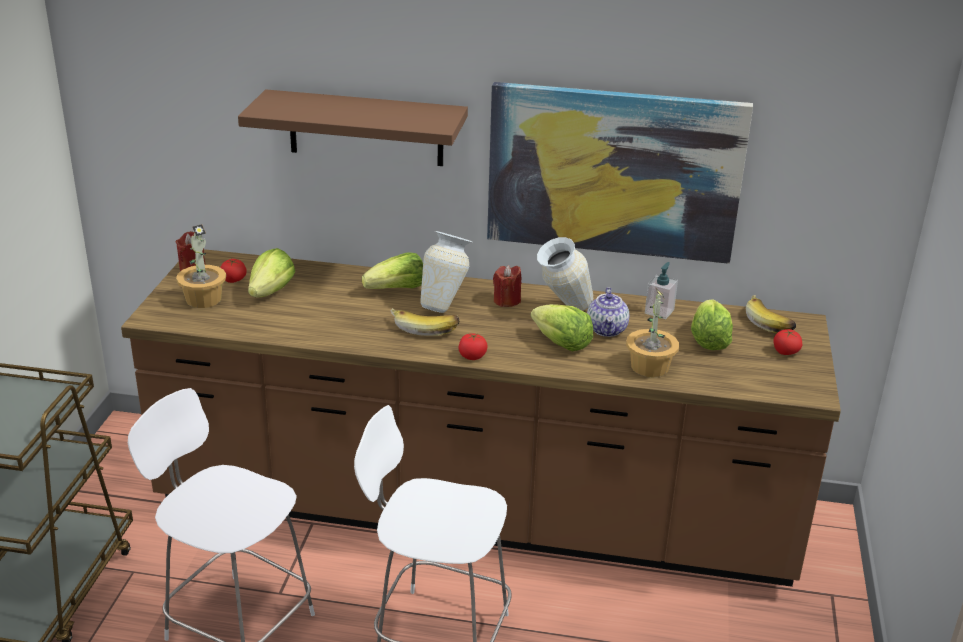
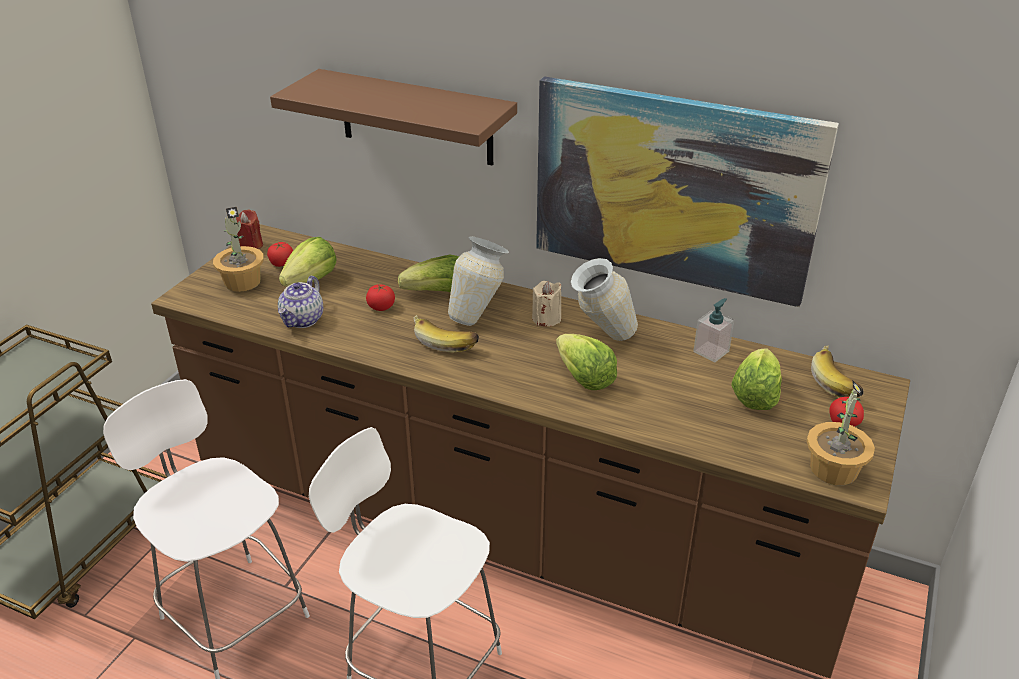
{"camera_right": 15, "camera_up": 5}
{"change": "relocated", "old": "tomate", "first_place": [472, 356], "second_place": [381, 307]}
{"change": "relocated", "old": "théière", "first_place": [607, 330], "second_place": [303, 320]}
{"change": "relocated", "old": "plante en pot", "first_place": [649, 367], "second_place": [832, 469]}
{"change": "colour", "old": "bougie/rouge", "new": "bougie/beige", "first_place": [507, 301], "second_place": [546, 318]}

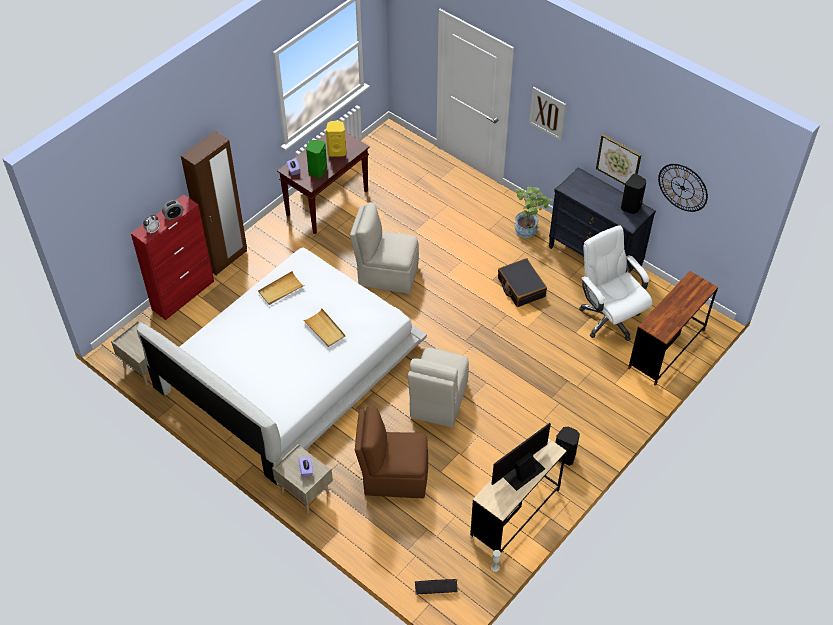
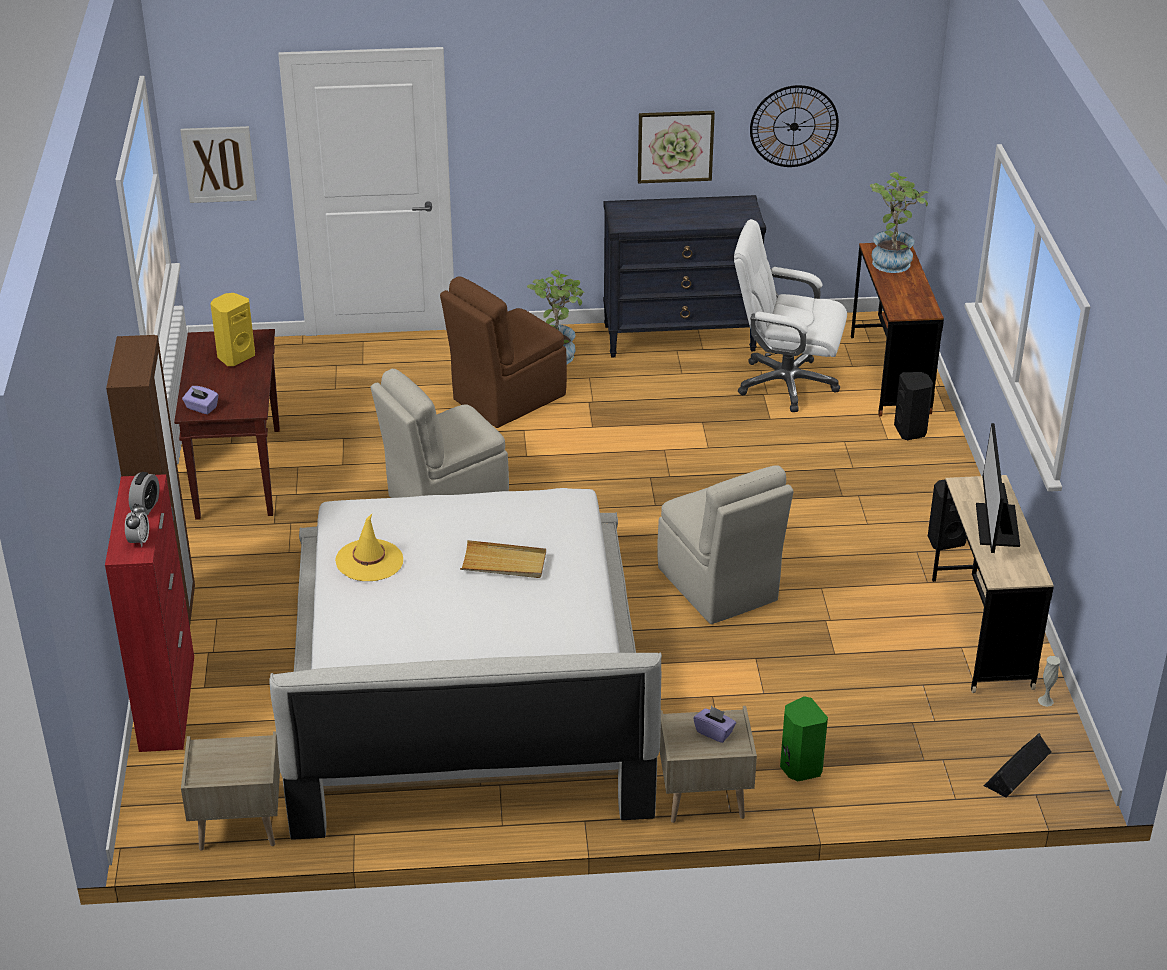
{"camera_right": -45, "camera_up": -15}
{"change": "missing", "old": "valise/noir", "first_place": [521, 287]}
{"change": "appeared", "new": "plante en pot", "second_place": [892, 260]}
{"change": "relocated", "old": "enceinte/vert", "first_place": [317, 171], "second_place": [799, 768]}
{"change": "relocated", "old": "chaise/marron", "first_place": [393, 476], "second_place": [506, 398]}
{"change": "relocated", "old": "tableau", "first_place": [547, 113], "second_place": [219, 164]}
{"change": "relocated", "old": "enceinte/noir", "first_place": [631, 207], "second_place": [911, 431]}
{"change": "exchanged", "old": "plateau/beige", "new": "chapeau/jaune", "first_place": [281, 289], "second_place": [369, 561]}

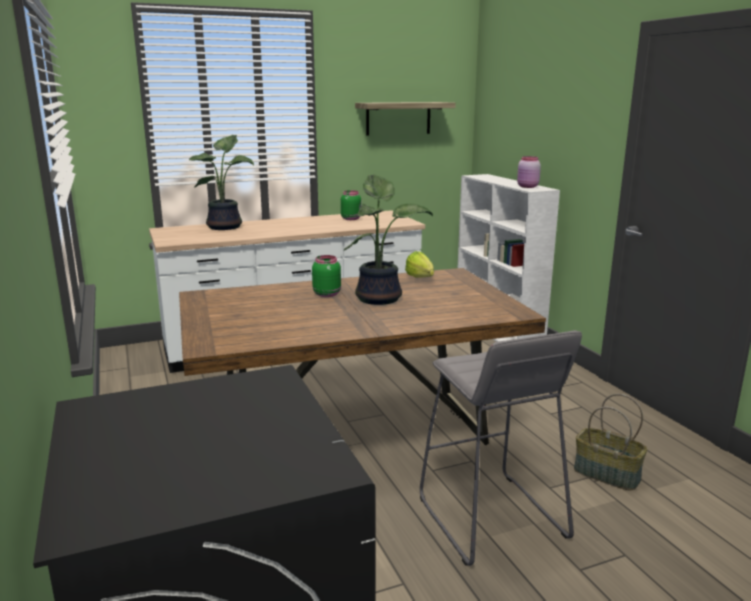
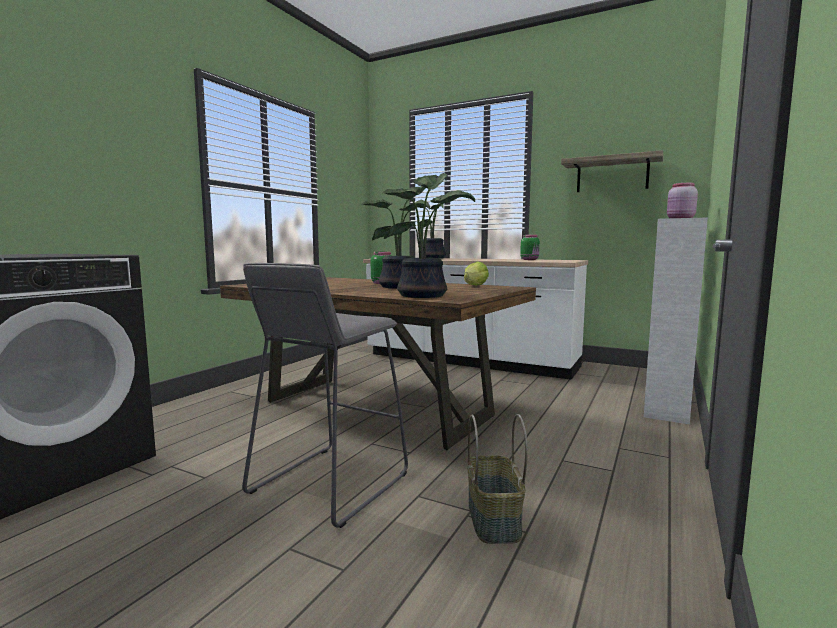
{"camera_right": 50, "camera_up": -10}
{"change": "appeared", "new": "plante en pot", "second_place": [425, 295]}

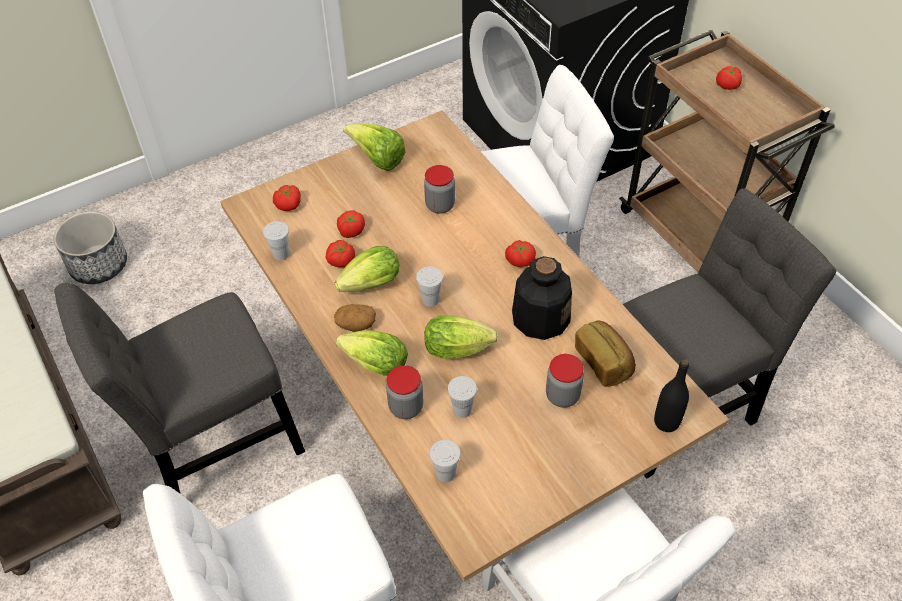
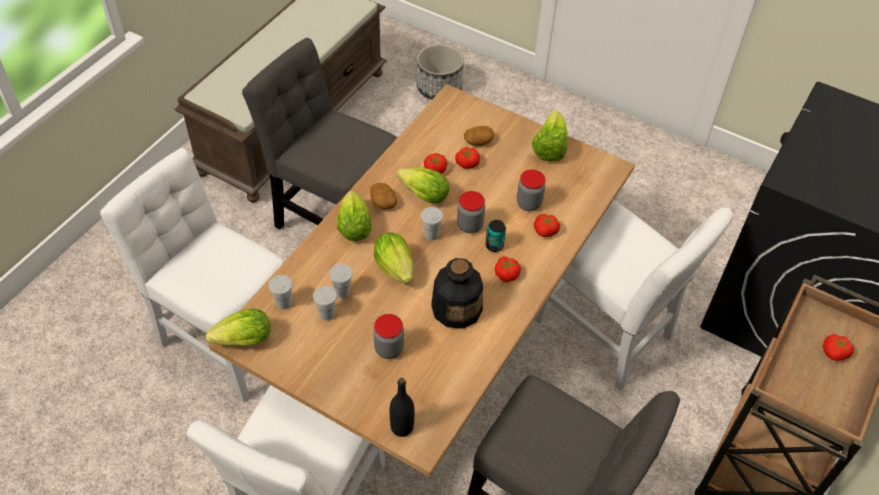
{"camera_right": 60, "camera_up": 0}
{"change": "missing", "old": "pain", "first_place": [604, 362]}
{"change": "appeared", "new": "laitue", "second_place": [240, 341]}
{"change": "appeared", "new": "pomme de terre", "second_place": [478, 142]}
{"change": "appeared", "new": "boîte métallique", "second_place": [494, 245]}
{"change": "relocated", "old": "tasse/blanc", "first_place": [281, 254], "second_place": [327, 314]}
{"change": "relocated", "old": "tomate", "first_place": [289, 205], "second_place": [545, 231]}
{"change": "relocated", "old": "bocal", "first_place": [406, 407], "second_place": [470, 225]}

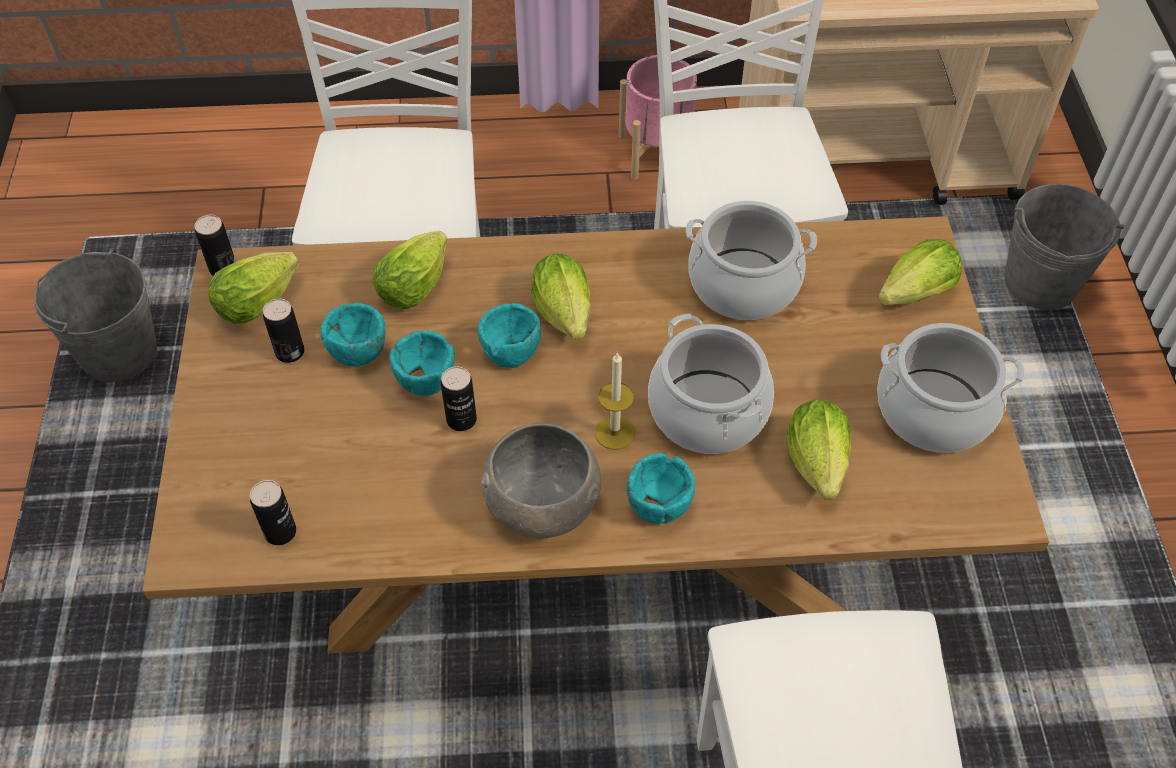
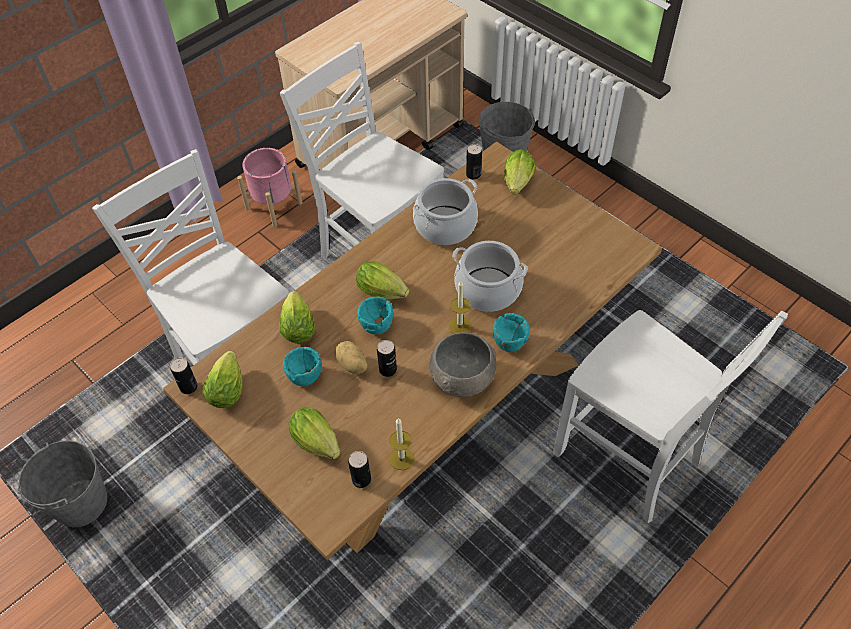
{"camera_right": -40, "camera_up": 0}
{"change": "missing", "old": "marmite", "first_place": [934, 410]}
{"change": "appeared", "new": "bougie", "second_place": [402, 458]}
{"change": "relocated", "old": "boîte métallique", "first_place": [290, 352], "second_place": [473, 174]}
{"change": "relocated", "old": "laitue", "first_place": [817, 468], "second_place": [318, 444]}
{"change": "exchanged", "old": "bol/turquoise", "new": "pomme de terre", "first_place": [425, 380], "second_place": [351, 365]}

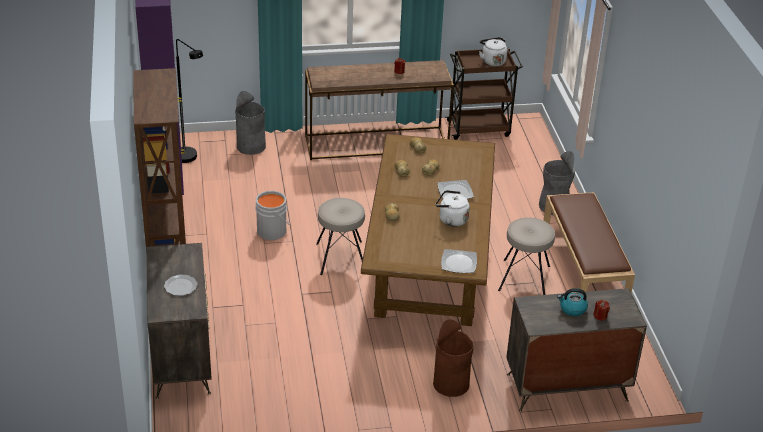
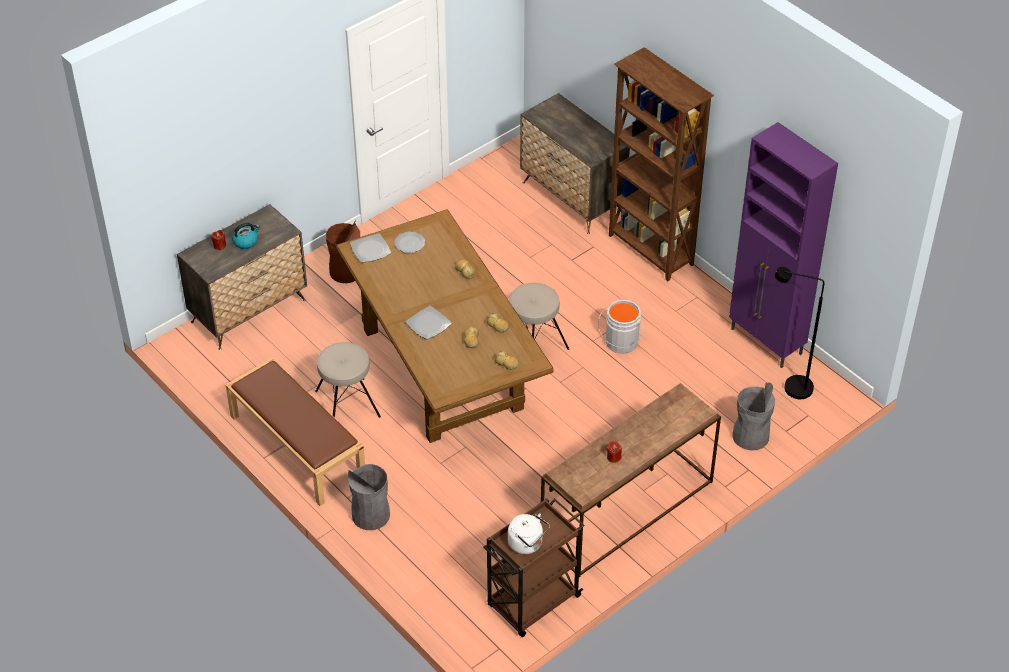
{"camera_right": 150, "camera_up": 10}
{"change": "missing", "old": "bouilloire/blanc", "first_place": [451, 220]}
{"change": "relocated", "old": "assiette", "first_place": [180, 286], "second_place": [410, 243]}

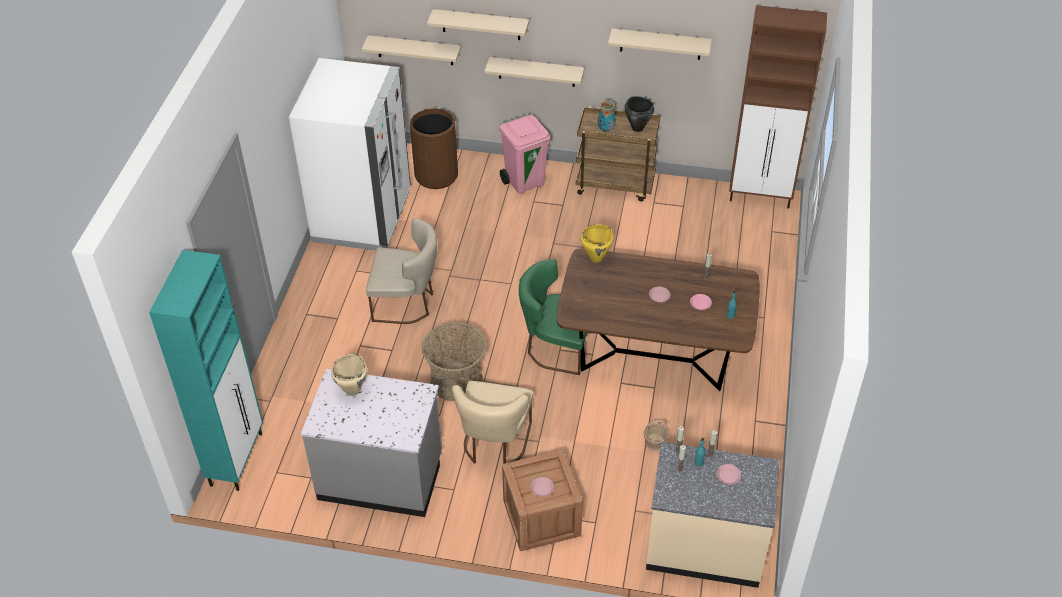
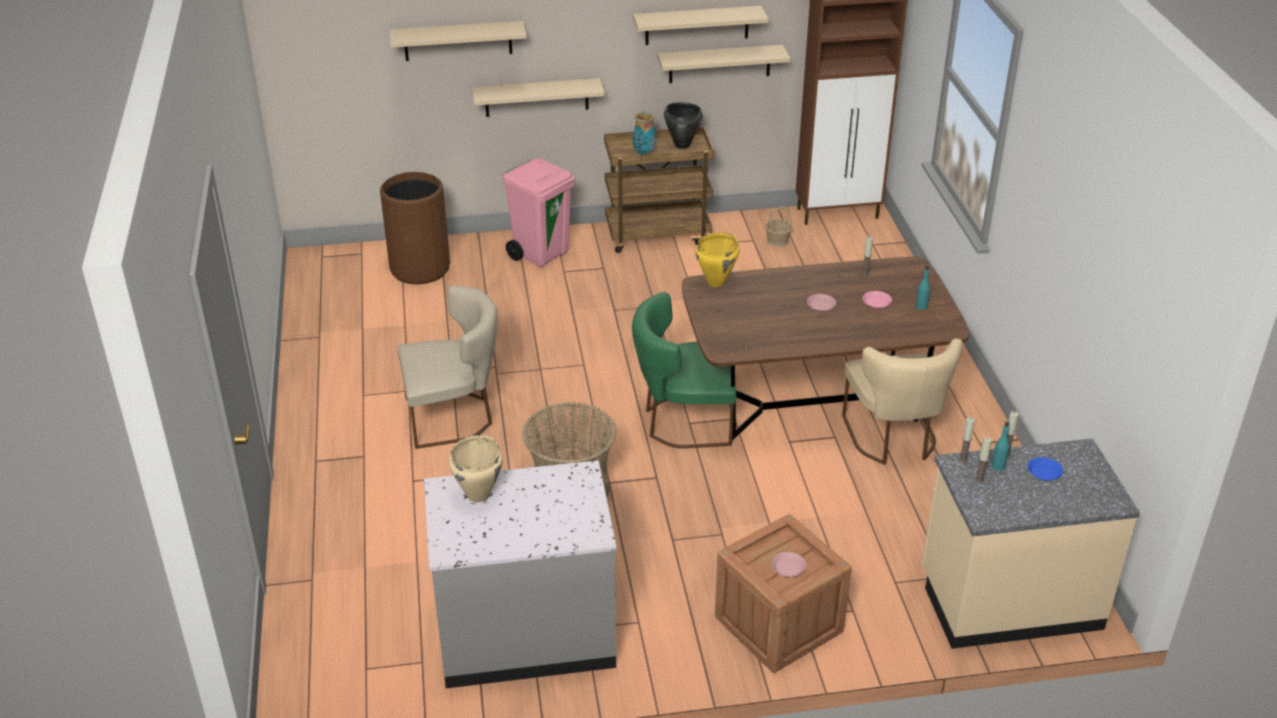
{"camera_right": -20, "camera_up": -10}
{"change": "missing", "old": "meuble de rangement/turquoise", "first_place": [237, 458]}
{"change": "missing", "old": "réfrigérateur/blanc", "first_place": [362, 216]}
{"change": "relocated", "old": "étagère/beige", "first_place": [415, 50], "second_place": [719, 64]}
{"change": "relocated", "old": "chaise/beige", "first_place": [494, 444], "second_place": [893, 440]}
{"change": "relocated", "old": "panier", "first_place": [654, 442], "second_place": [777, 241]}
{"change": "colour", "old": "assiette/rose", "new": "assiette/bleu", "first_place": [728, 476], "second_place": [1044, 472]}

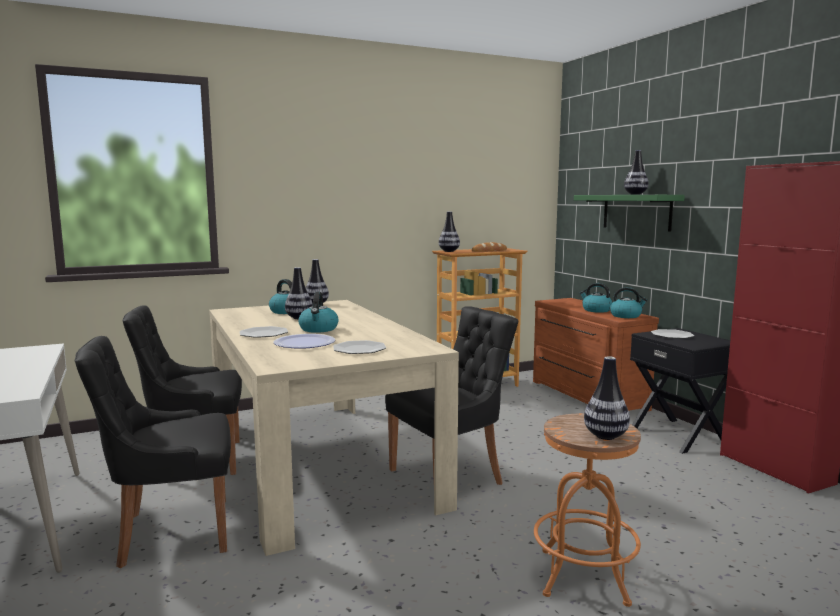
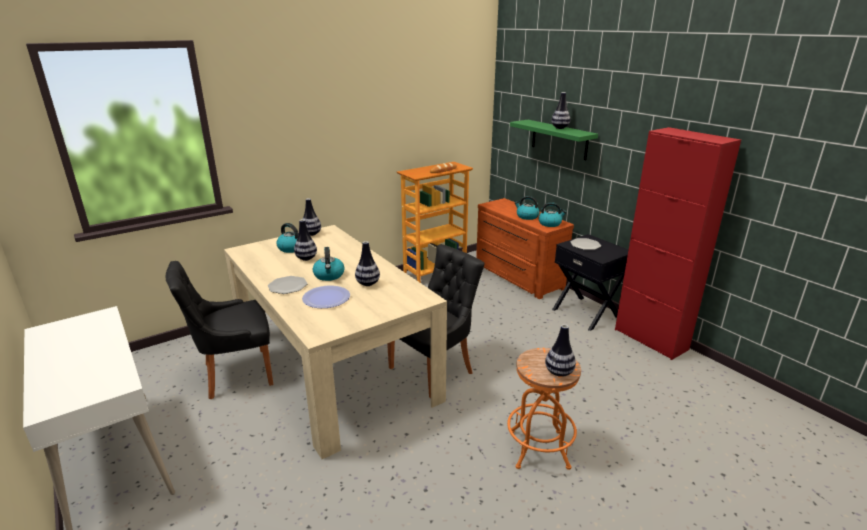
{"camera_right": -10, "camera_up": 15}
{"change": "missing", "old": "chaise/noir", "first_place": [170, 532]}
{"change": "missing", "old": "assiette", "first_place": [359, 349]}
{"change": "relocated", "old": "vase", "first_place": [449, 251], "second_place": [368, 283]}

